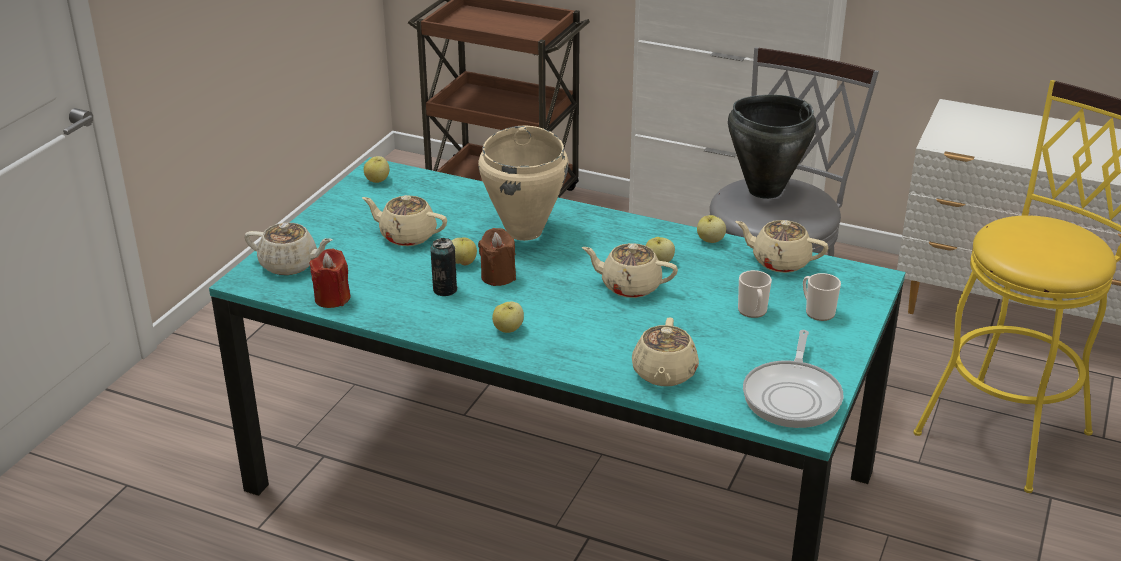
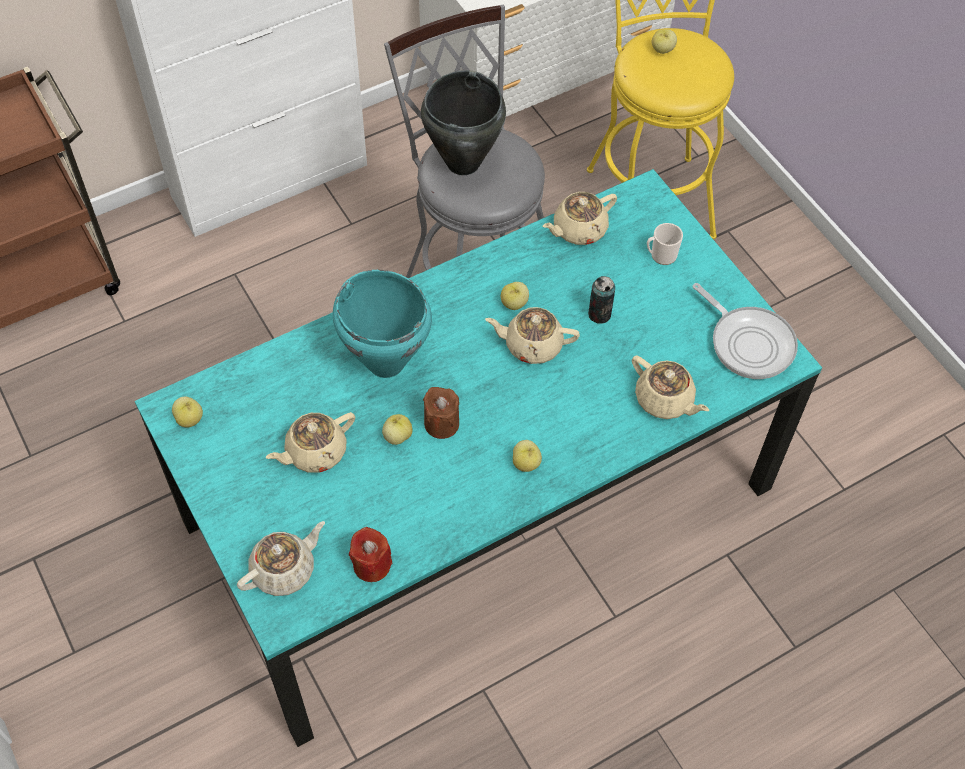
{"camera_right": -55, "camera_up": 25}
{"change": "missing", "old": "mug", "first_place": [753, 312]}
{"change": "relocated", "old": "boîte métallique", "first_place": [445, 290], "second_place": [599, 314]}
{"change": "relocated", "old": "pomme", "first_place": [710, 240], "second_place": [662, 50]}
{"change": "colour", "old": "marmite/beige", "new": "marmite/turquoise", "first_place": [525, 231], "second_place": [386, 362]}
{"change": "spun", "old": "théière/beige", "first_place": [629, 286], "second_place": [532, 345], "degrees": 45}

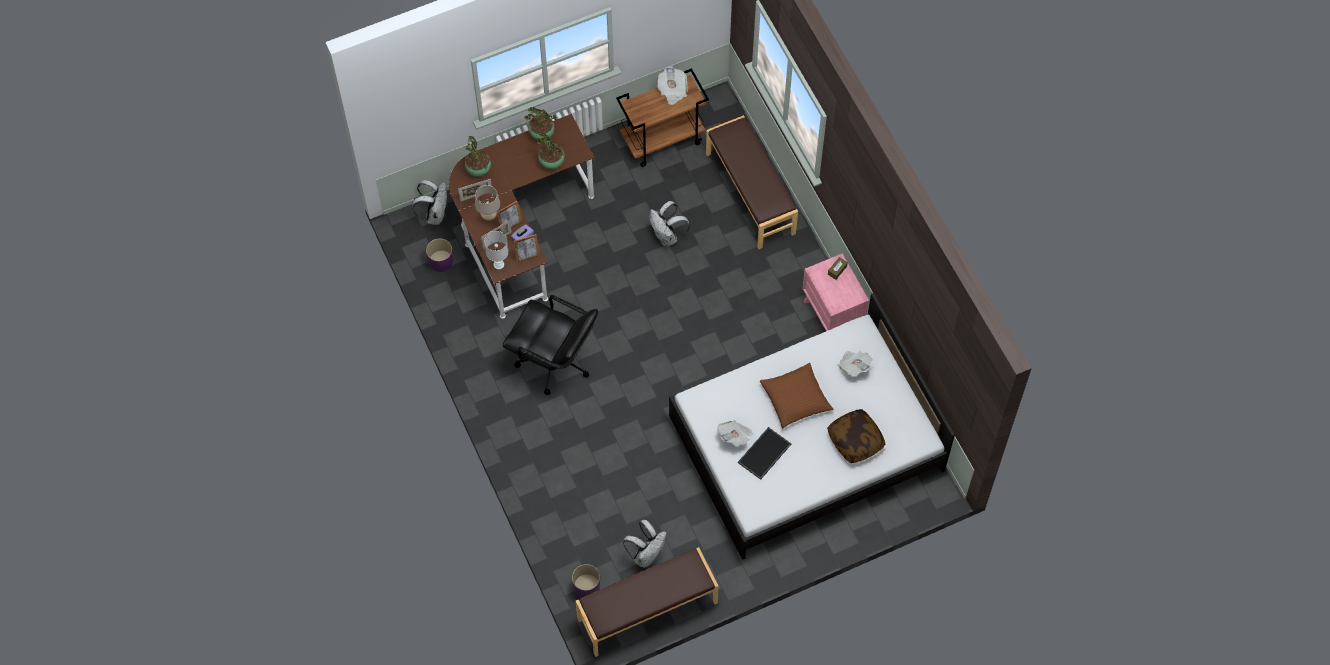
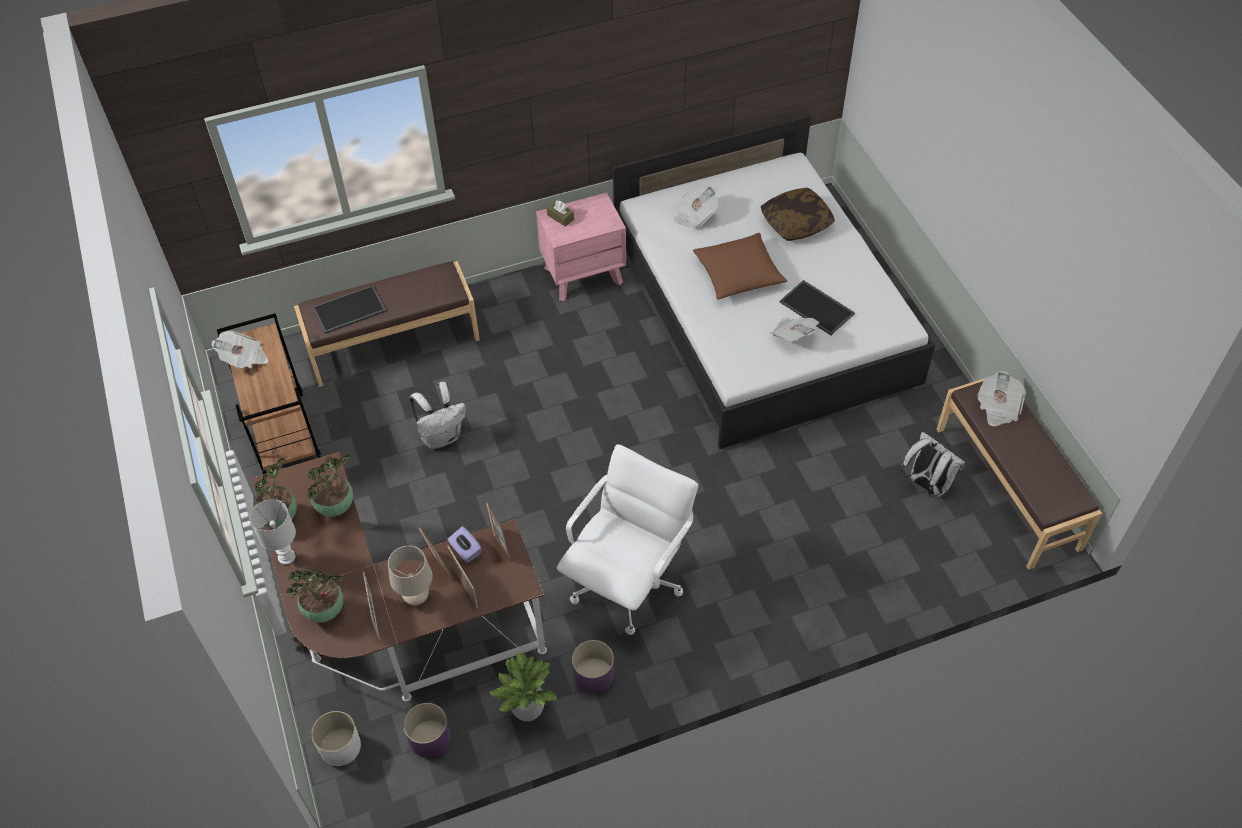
{"camera_right": -85, "camera_up": -10}
{"change": "appeared", "new": "plateau", "second_place": [349, 310]}
{"change": "appeared", "new": "plante en pot", "second_place": [528, 710]}
{"change": "appeared", "new": "journal", "second_place": [997, 408]}
{"change": "relocated", "old": "lampe de table/blanc", "first_place": [499, 264], "second_place": [286, 556]}
{"change": "relocated", "old": "cache-pot/violet", "first_place": [586, 586], "second_place": [593, 675]}
{"change": "exchanged", "old": "sac à dos/blanc", "new": "cache-pot/blanc", "first_place": [434, 214], "second_place": [340, 747]}
{"change": "colour", "old": "chaise de bureau/noir", "new": "chaise de bureau/blanc", "first_place": [554, 362], "second_place": [627, 582]}

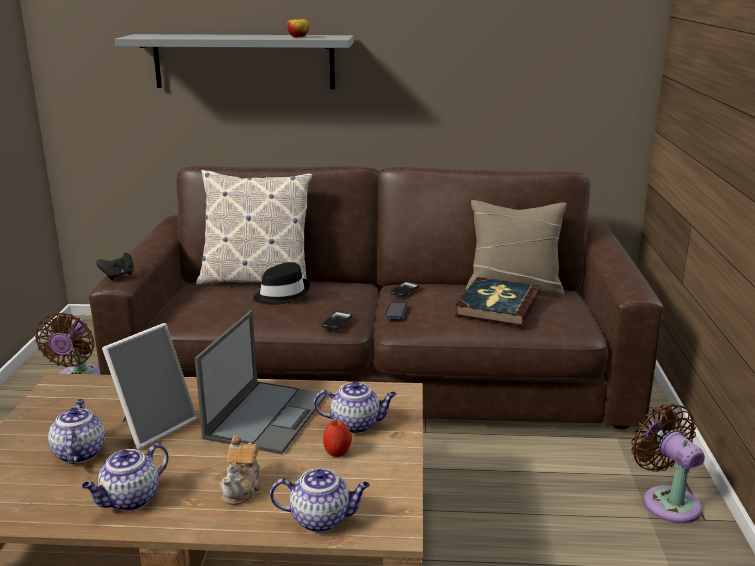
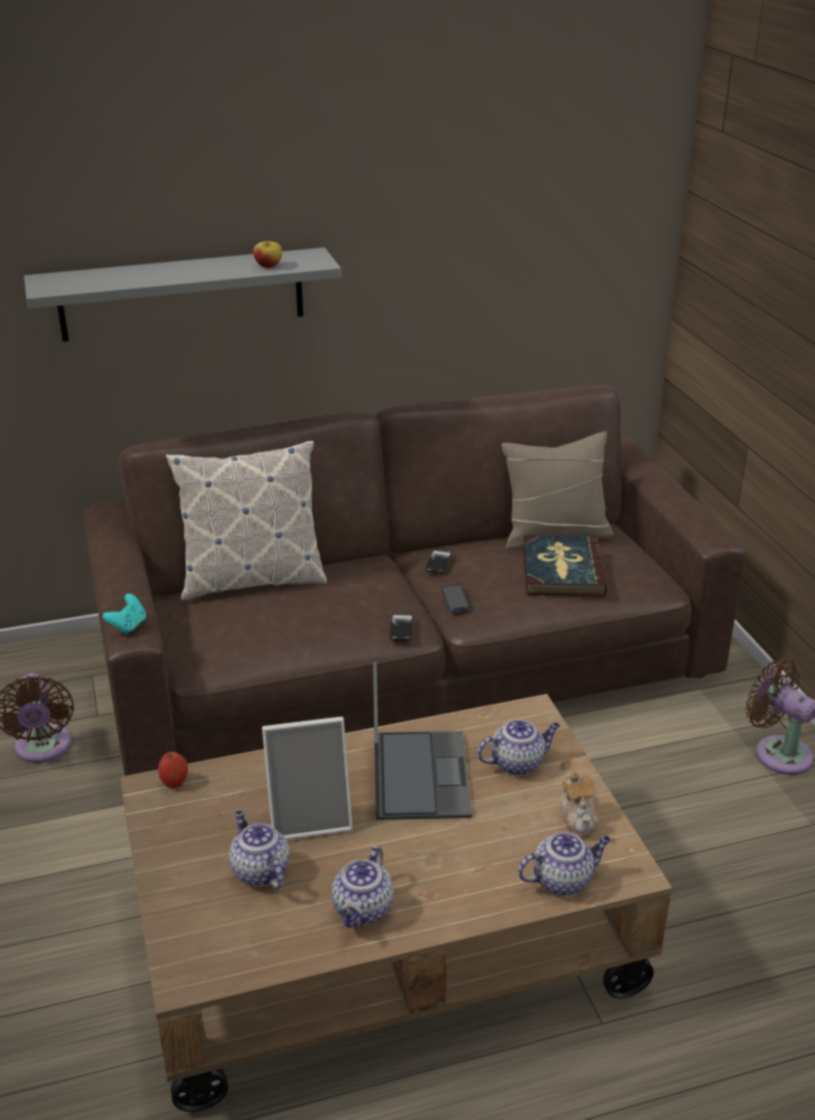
{"camera_right": -20, "camera_up": 10}
{"change": "missing", "old": "chapeau/noir", "first_place": [281, 294]}
{"change": "relocated", "old": "théière", "first_place": [242, 488], "second_place": [578, 819]}
{"change": "relocated", "old": "pomme", "first_place": [337, 452], "second_place": [174, 782]}
{"change": "colour", "old": "manette/noir", "new": "manette/turquoise", "first_place": [118, 276], "second_place": [128, 626]}
{"change": "spun", "old": "cadre photo", "first_place": [154, 425], "second_place": [310, 816], "degrees": 60}

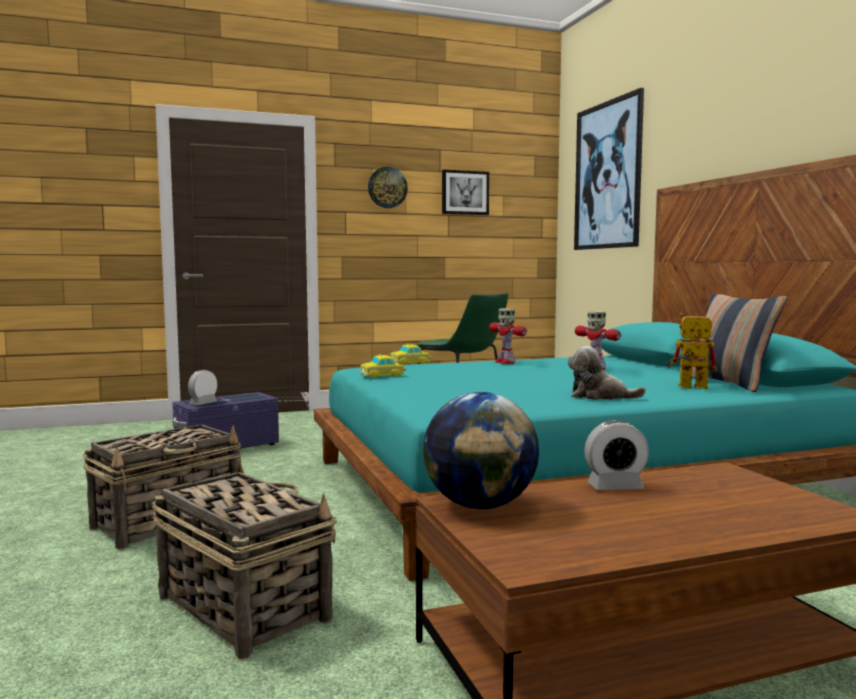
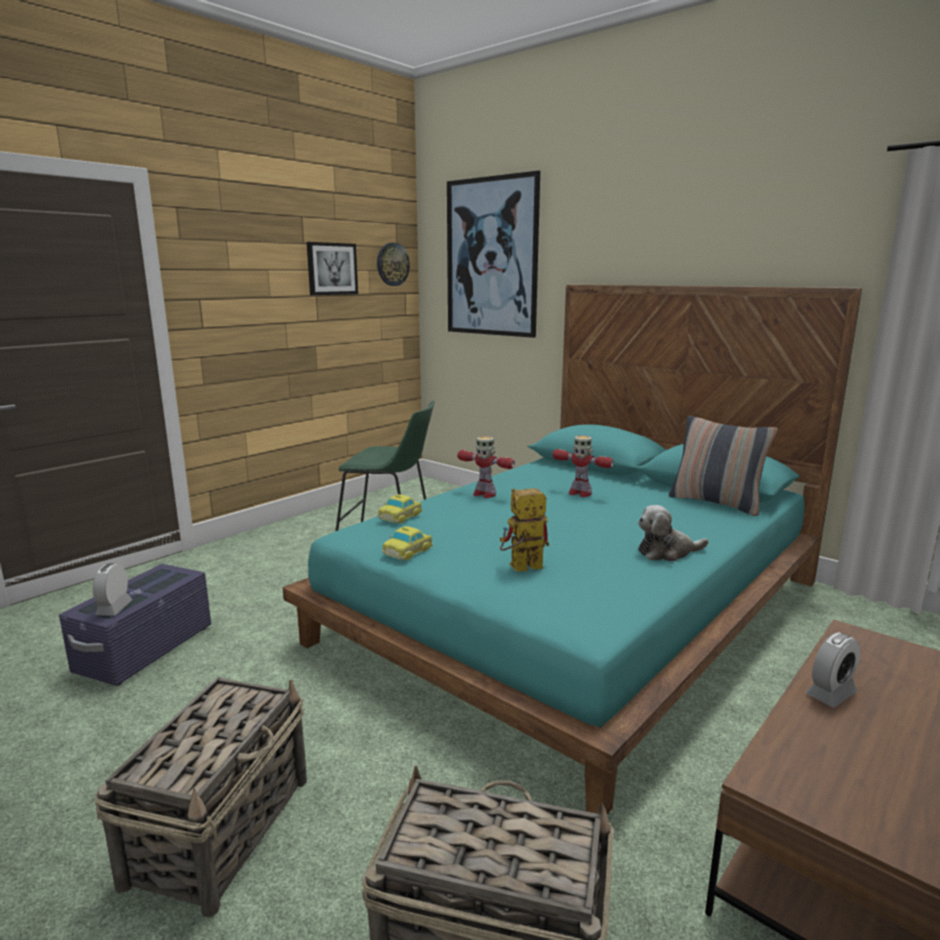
{"camera_right": -30, "camera_up": 10}
{"change": "missing", "old": "globe", "first_place": [480, 505]}
{"change": "relocated", "old": "horloge murale", "first_place": [387, 187], "second_place": [392, 264]}
{"change": "relocated", "old": "robot jouet", "first_place": [686, 387], "second_place": [520, 569]}

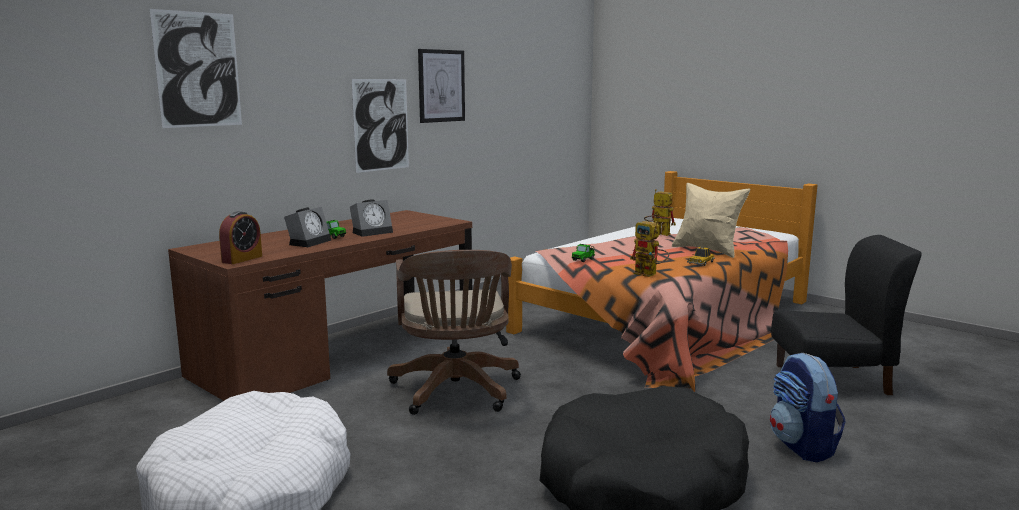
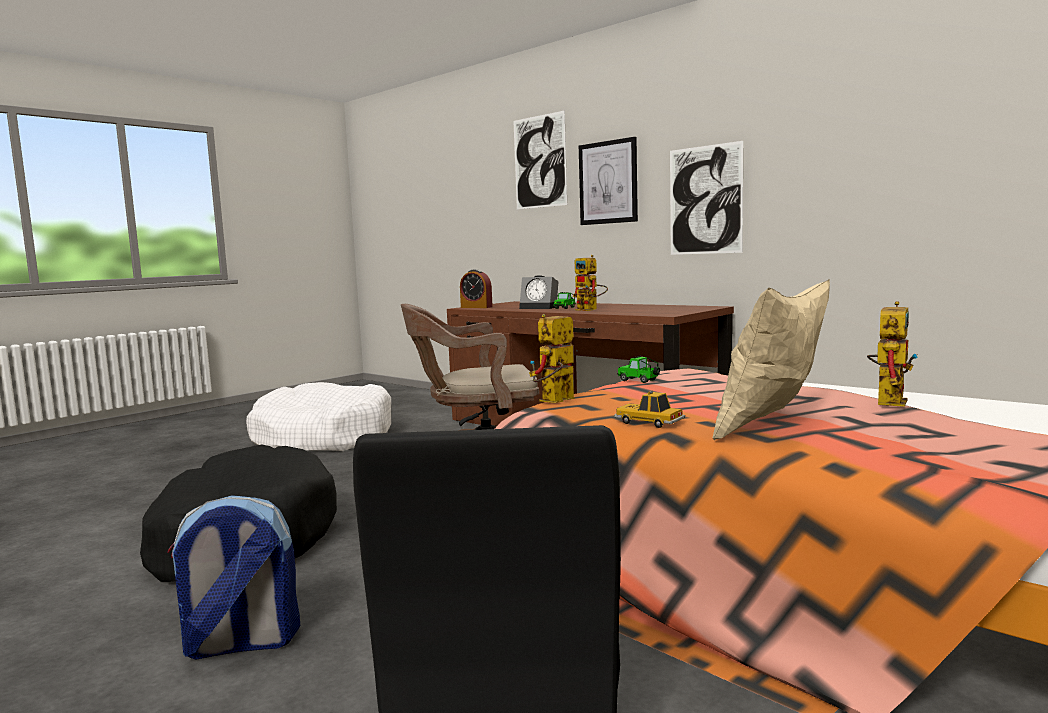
{"camera_right": 90, "camera_up": -5}
{"change": "relocated", "old": "tableau", "first_place": [441, 86], "second_place": [608, 182]}
{"change": "exchanged", "old": "réveil", "new": "robot jouet", "first_place": [373, 232], "second_place": [590, 310]}

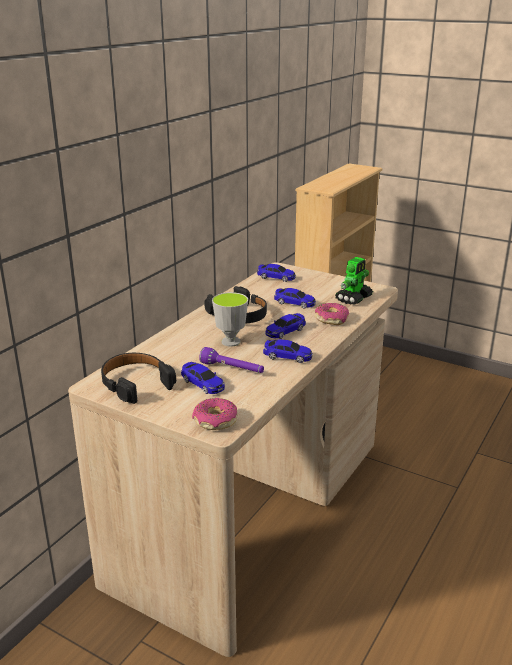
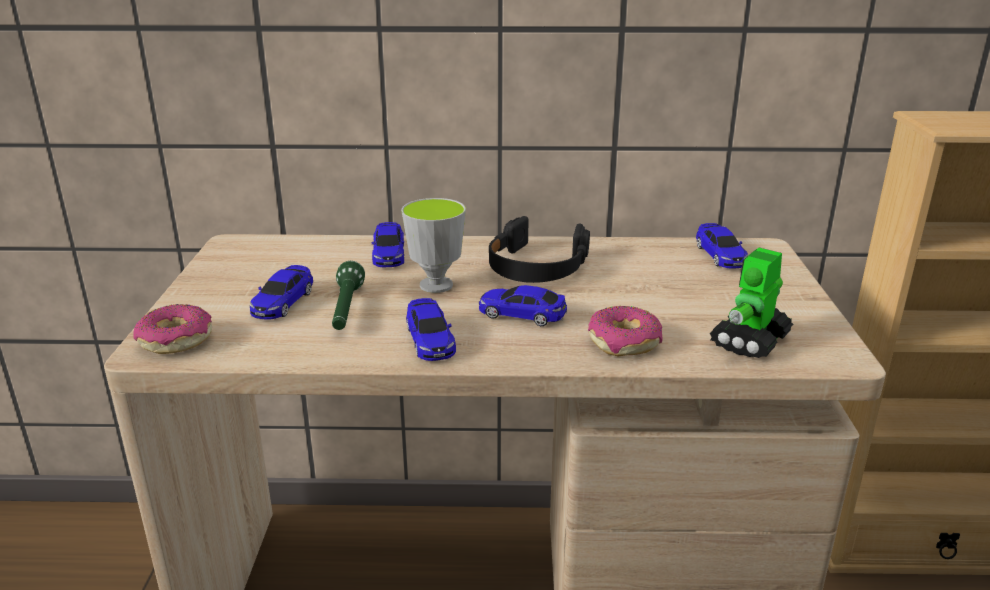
{"camera_right": 60, "camera_up": 0}
{"change": "missing", "old": "casque audio/noir", "first_place": [135, 383]}
{"change": "relocated", "old": "petite voiture", "first_place": [294, 303], "second_place": [389, 254]}
{"change": "colour", "old": "lampe de poche/violet", "new": "lampe de poche/vert", "first_place": [232, 369], "second_place": [346, 310]}
{"change": "spun", "old": "robot jouet", "first_place": [354, 298], "second_place": [749, 341], "degrees": 120}

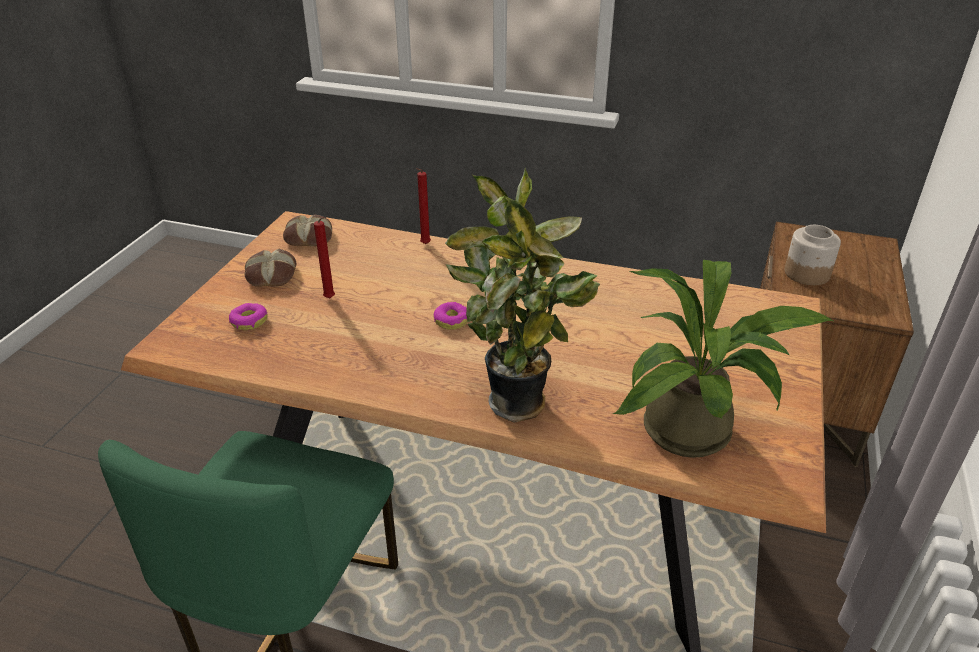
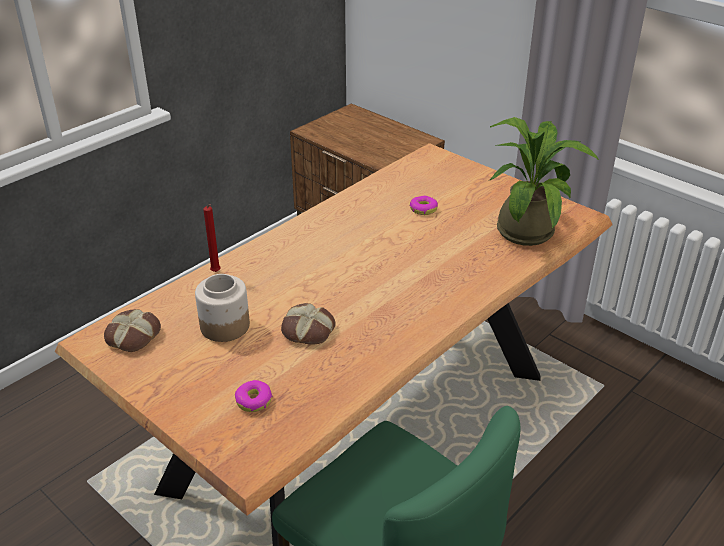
{"camera_right": -65, "camera_up": 0}
{"change": "missing", "old": "bougie/rouge", "first_place": [330, 299]}
{"change": "missing", "old": "plante en pot", "first_place": [521, 408]}
{"change": "relocated", "old": "pain", "first_place": [270, 275], "second_place": [307, 331]}
{"change": "relocated", "old": "beignet", "first_place": [451, 321], "second_place": [423, 209]}
{"change": "relocated", "old": "bocal", "first_place": [806, 273], "second_place": [224, 326]}

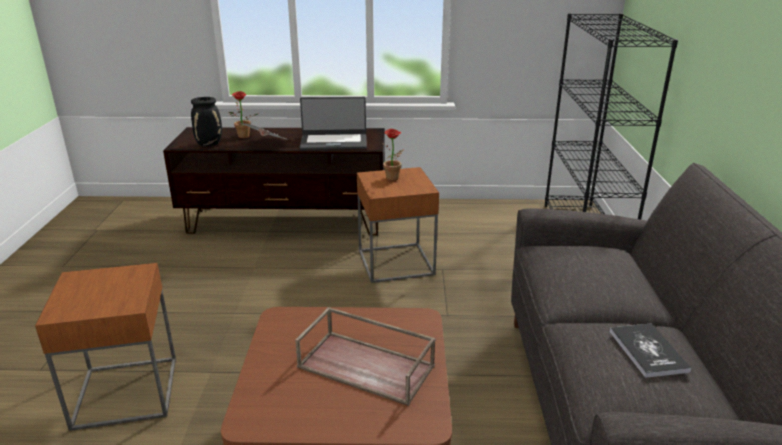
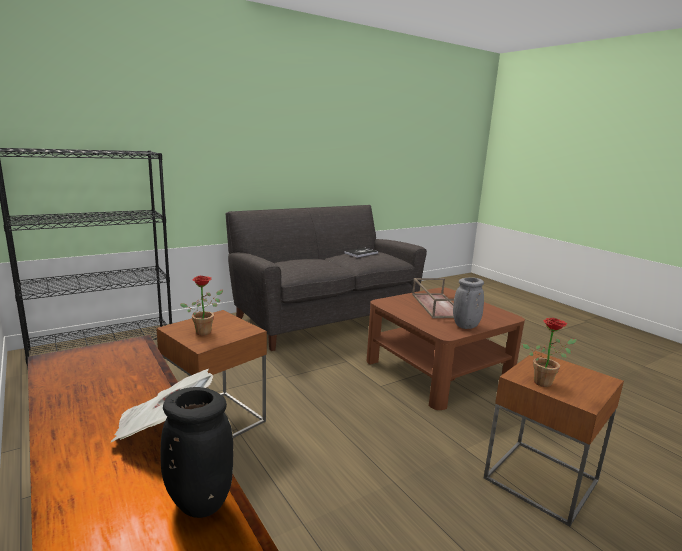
{"camera_right": -125, "camera_up": -10}
{"change": "missing", "old": "ordinateur portable", "first_place": [334, 142]}
{"change": "appeared", "new": "vase/gris", "second_place": [465, 326]}
{"change": "relocated", "old": "plante en pot", "first_place": [243, 137], "second_place": [545, 382]}

